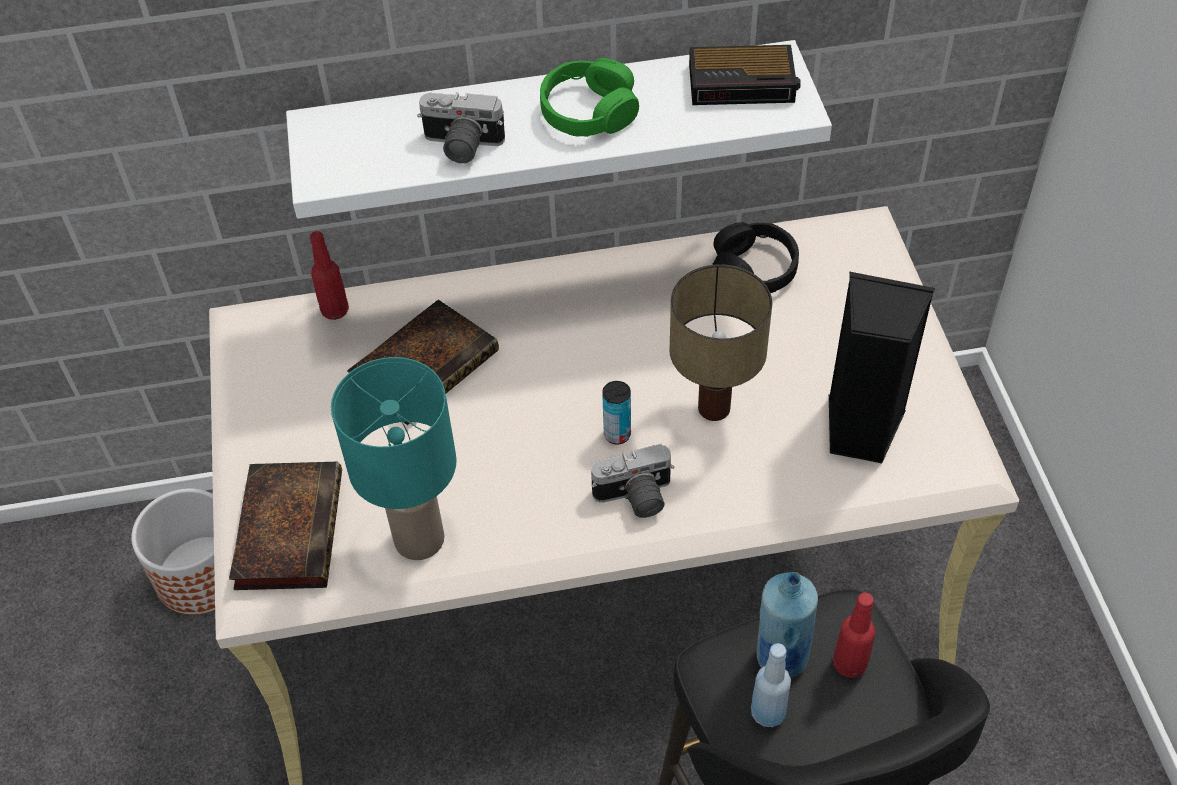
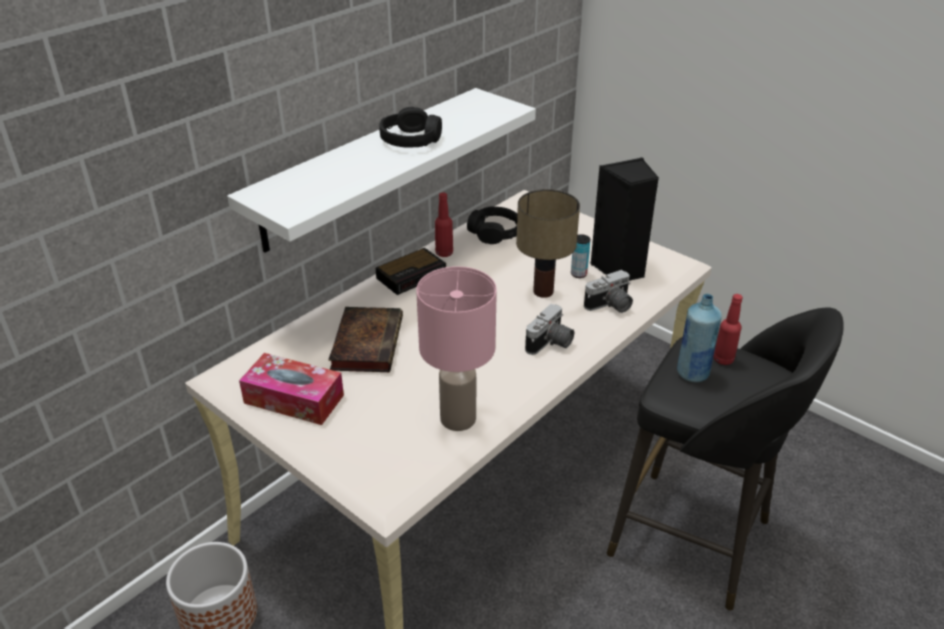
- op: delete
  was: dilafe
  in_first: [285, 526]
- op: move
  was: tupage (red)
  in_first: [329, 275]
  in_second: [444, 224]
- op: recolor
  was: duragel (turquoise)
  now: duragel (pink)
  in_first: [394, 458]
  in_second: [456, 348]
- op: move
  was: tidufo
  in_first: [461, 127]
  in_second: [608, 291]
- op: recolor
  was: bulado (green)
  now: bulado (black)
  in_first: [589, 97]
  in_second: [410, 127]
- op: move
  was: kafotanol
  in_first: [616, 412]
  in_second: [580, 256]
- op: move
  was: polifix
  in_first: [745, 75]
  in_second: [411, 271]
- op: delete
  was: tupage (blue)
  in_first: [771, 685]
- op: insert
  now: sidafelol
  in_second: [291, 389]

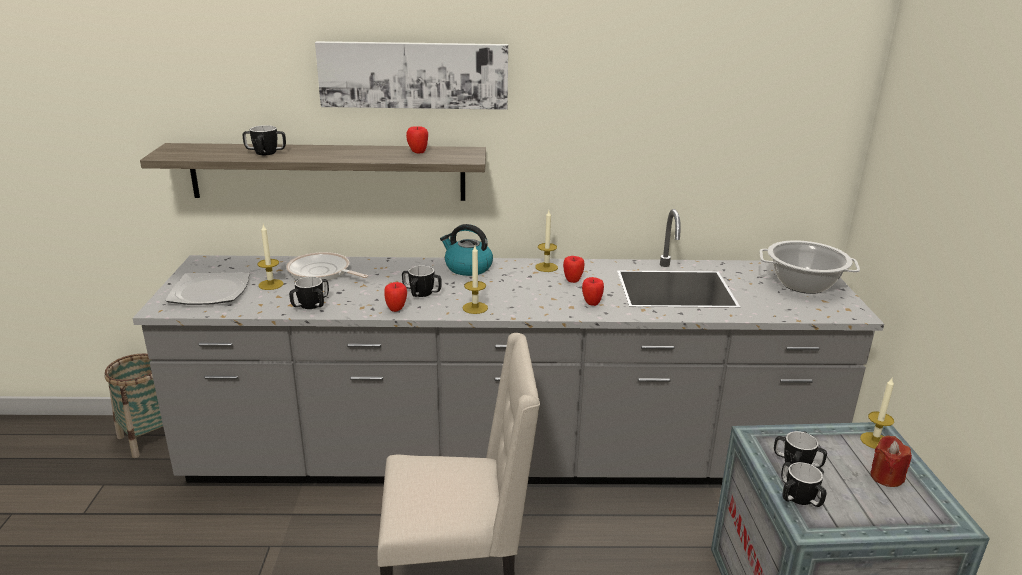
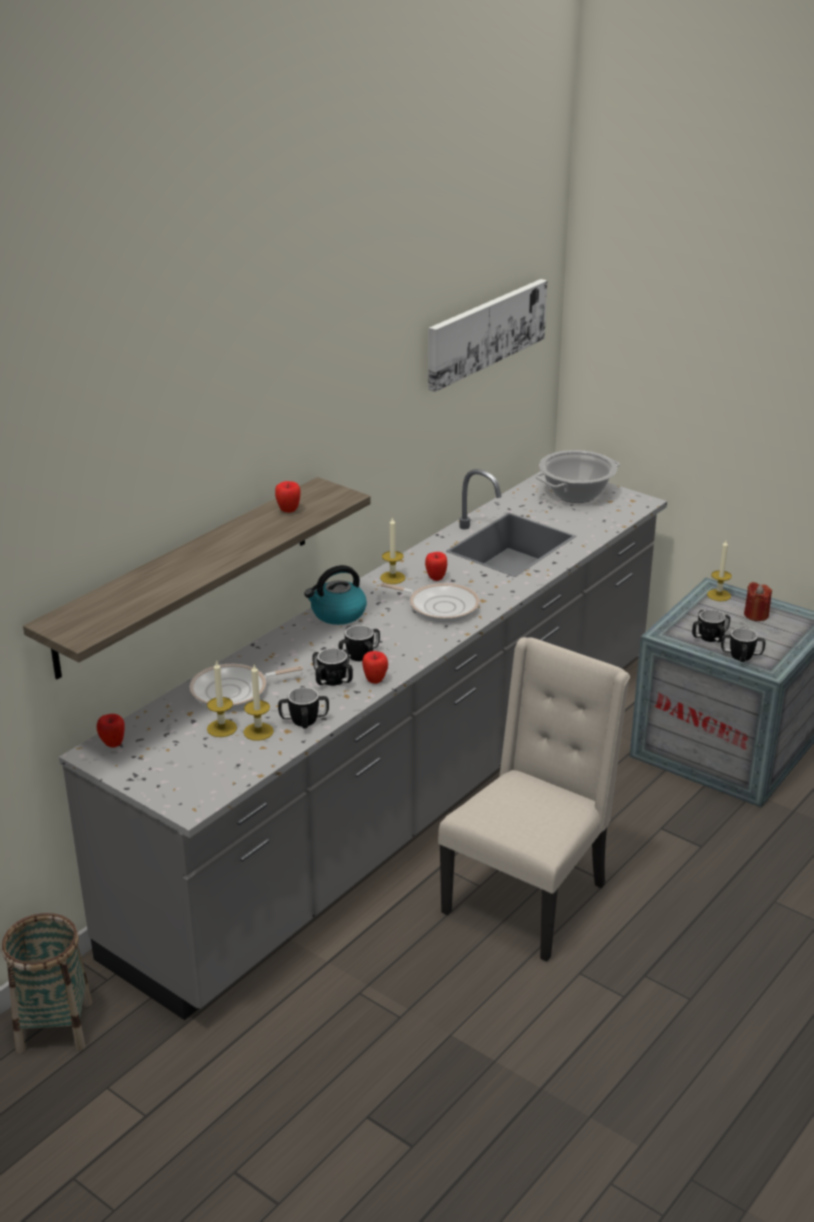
- op: delete
  was: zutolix
  in_first: [208, 288]
- op: move
  was: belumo
  in_first: [264, 140]
  in_second: [332, 667]
- op: move
  was: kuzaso
  in_first: [411, 75]
  in_second: [487, 335]
- op: move
  was: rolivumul
  in_first: [475, 280]
  in_second: [258, 703]
- op: move
  was: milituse
  in_first: [593, 291]
  in_second: [111, 731]
- op: insert
  now: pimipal
  in_second: [429, 602]

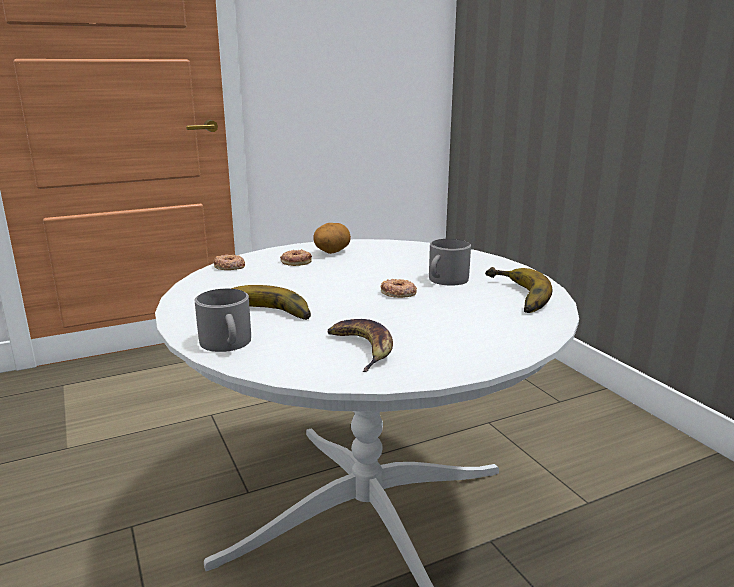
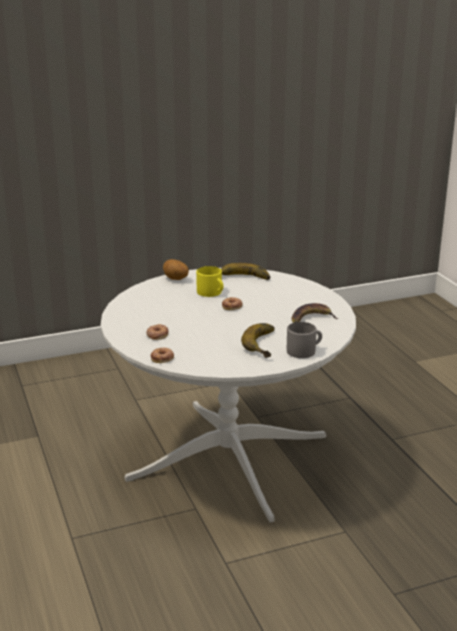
- op: move
  was: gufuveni
  in_first: [332, 238]
  in_second: [176, 269]
- op: recolor
  was: belumo (grey)
  now: belumo (yellow)
  in_first: [450, 262]
  in_second: [210, 281]

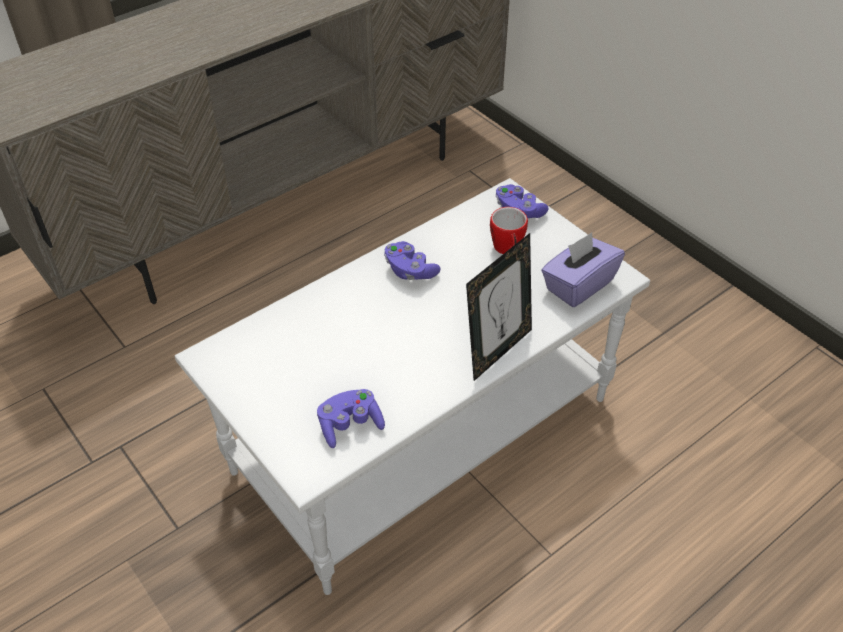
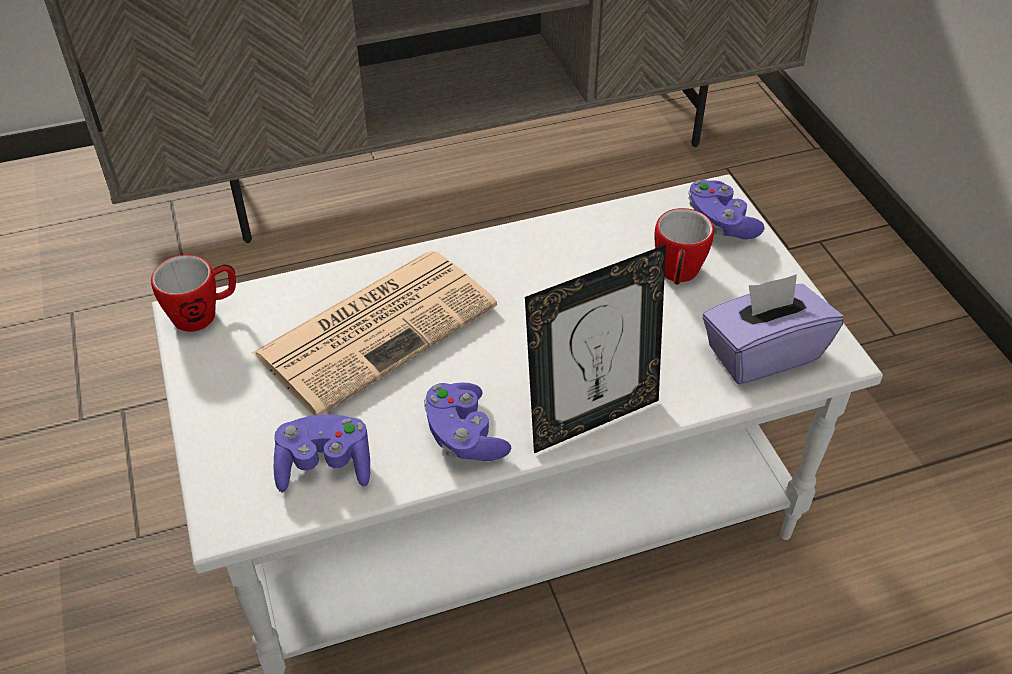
- op: move
  was: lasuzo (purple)
  in_first: [412, 260]
  in_second: [467, 422]
- op: insert
  now: belumo
  in_second: [193, 293]
- op: insert
  now: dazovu
  in_second: [374, 333]

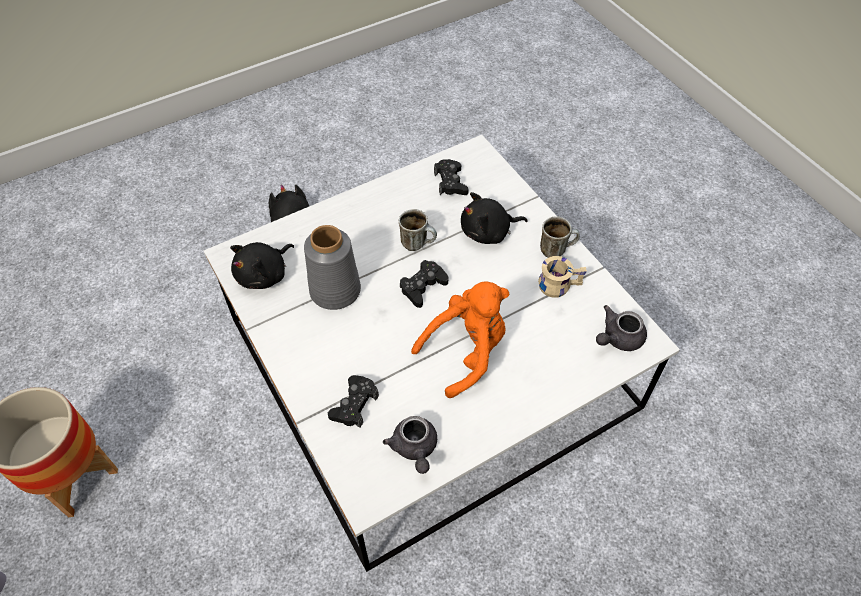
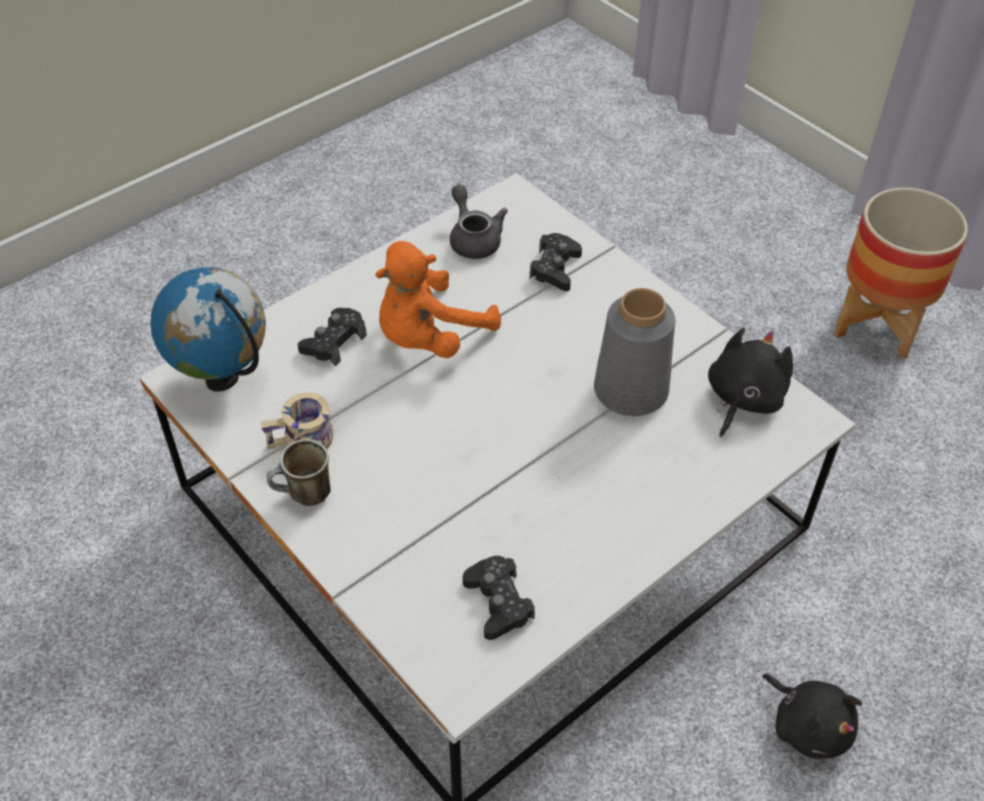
- op: delete
  was: belumo
  in_first: [418, 230]
- op: move
  was: lasuzo (black)
  in_first: [424, 284]
  in_second: [332, 337]
- op: delete
  was: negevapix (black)
  in_first: [494, 218]
- op: replace
  was: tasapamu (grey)
  now: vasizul
  in_first: [621, 328]
  in_second: [208, 329]

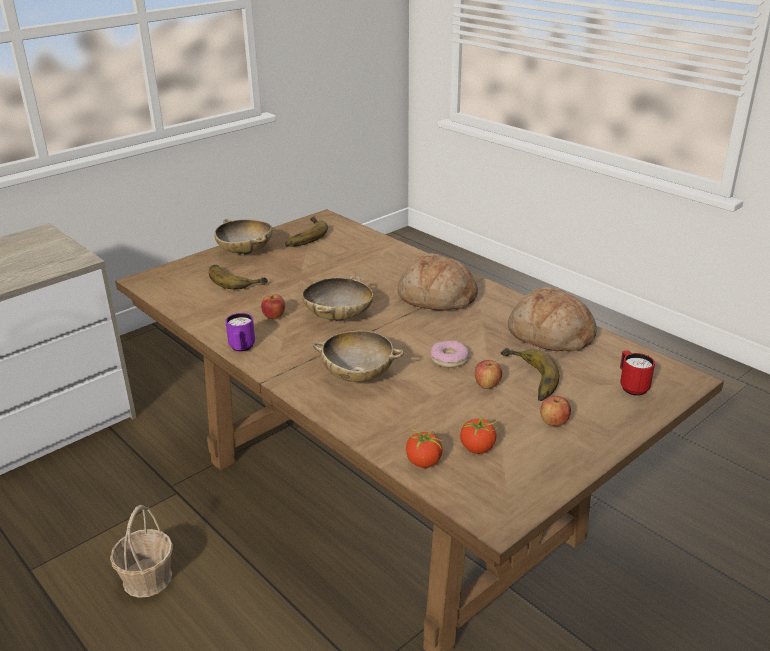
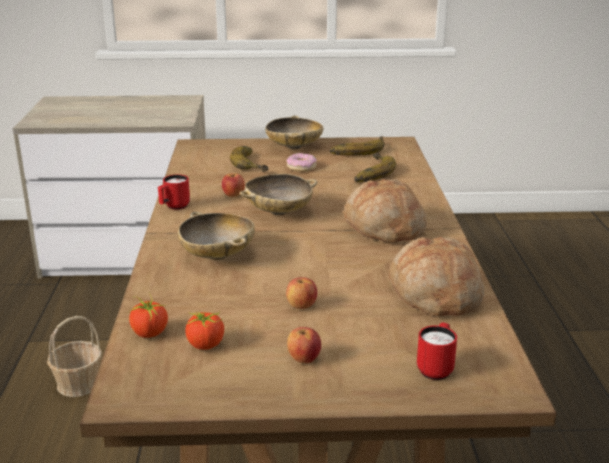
- op: recolor
  was: belumo (purple)
  now: belumo (red)
  in_first: [240, 332]
  in_second: [174, 192]
- op: move
  was: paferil
  in_first: [450, 354]
  in_second: [301, 162]
- op: move
  was: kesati
  in_first: [530, 374]
  in_second: [375, 167]

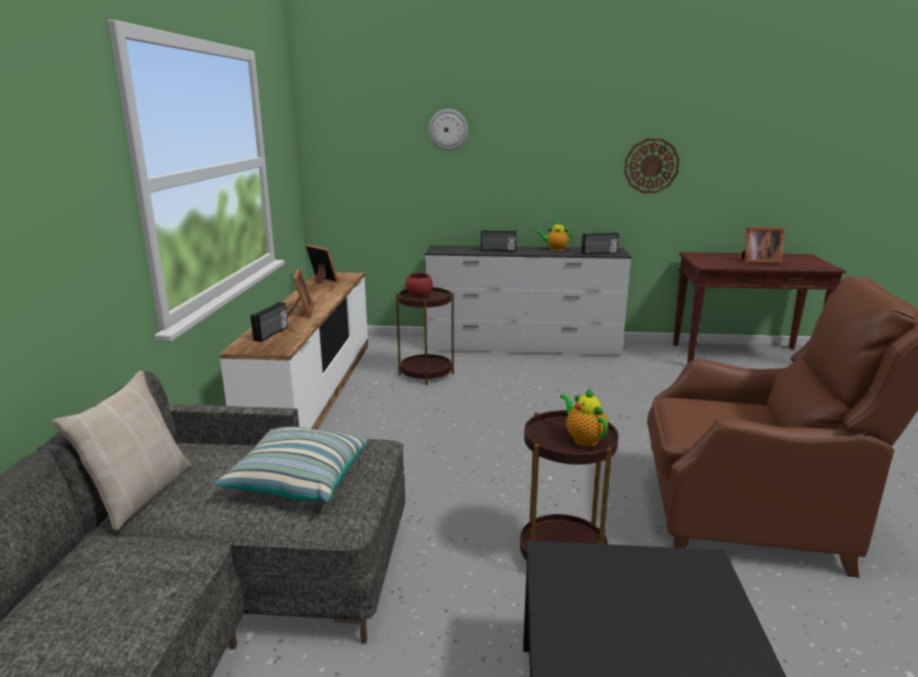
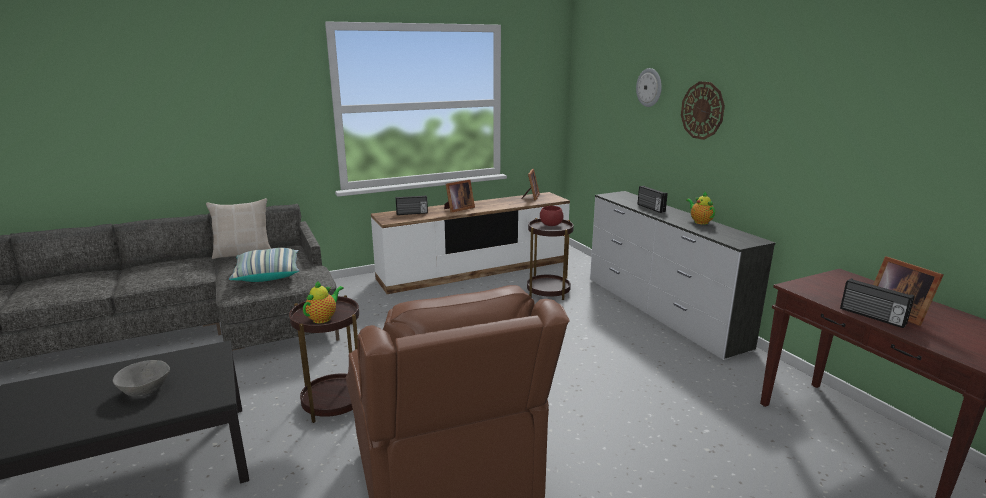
- op: move
  was: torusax
  in_first: [600, 244]
  in_second: [877, 303]
- op: move
  was: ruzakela
  in_first: [652, 165]
  in_second: [703, 110]
- op: insert
  now: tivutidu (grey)
  in_second: [141, 378]

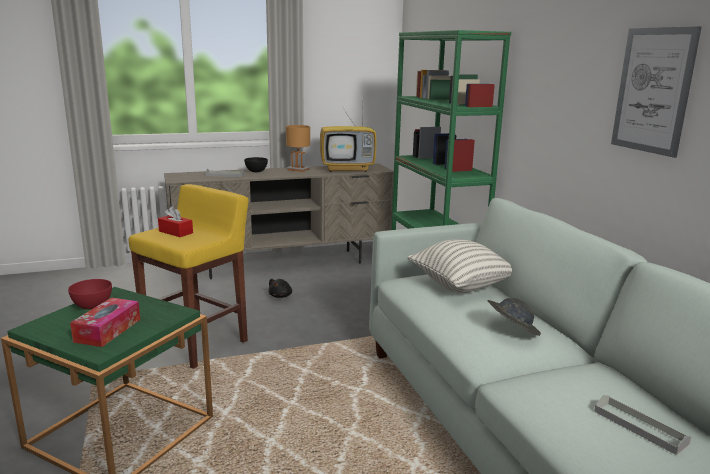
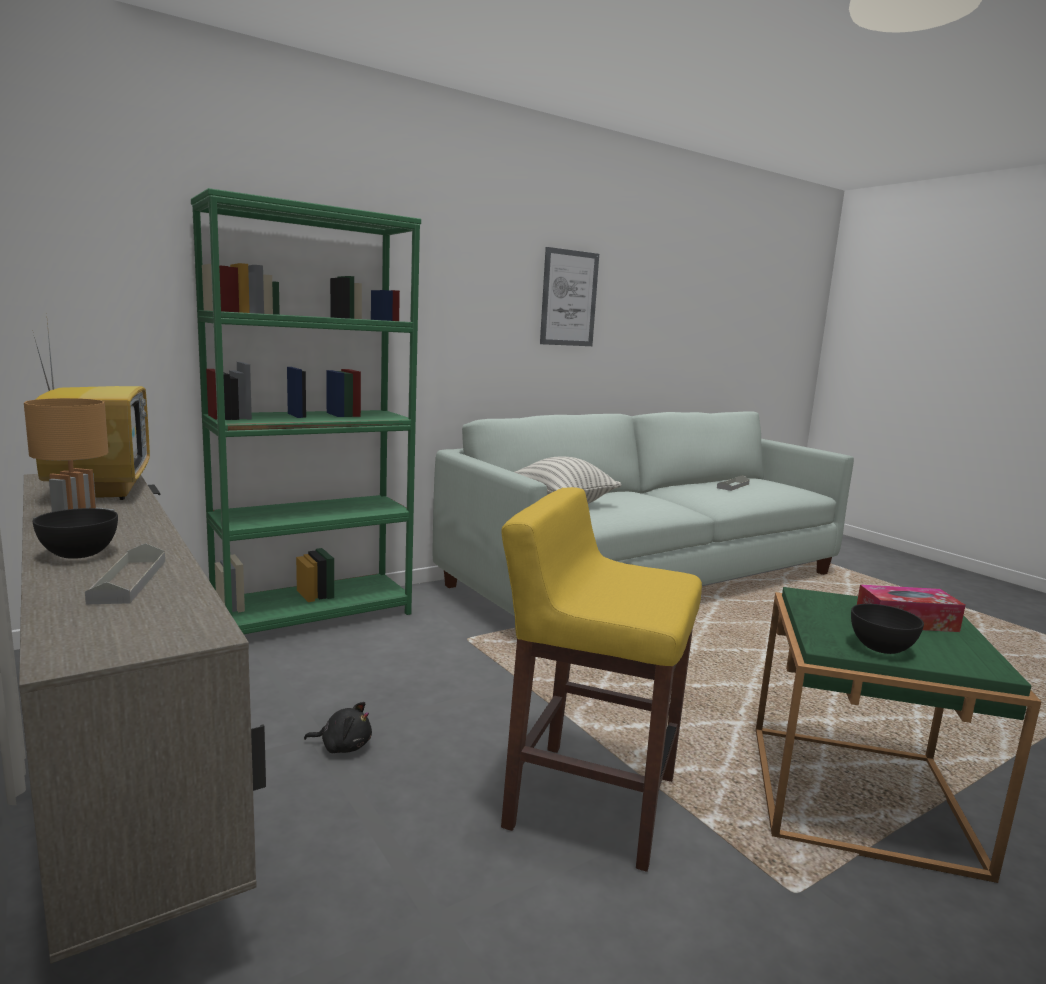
- op: recolor
  was: tivutidu (red)
  now: tivutidu (black)
  in_first: [90, 294]
  in_second: [887, 629]
- op: delete
  was: sidafelol (red)
  in_first: [175, 221]
- op: delete
  was: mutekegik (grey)
  in_first: [514, 317]

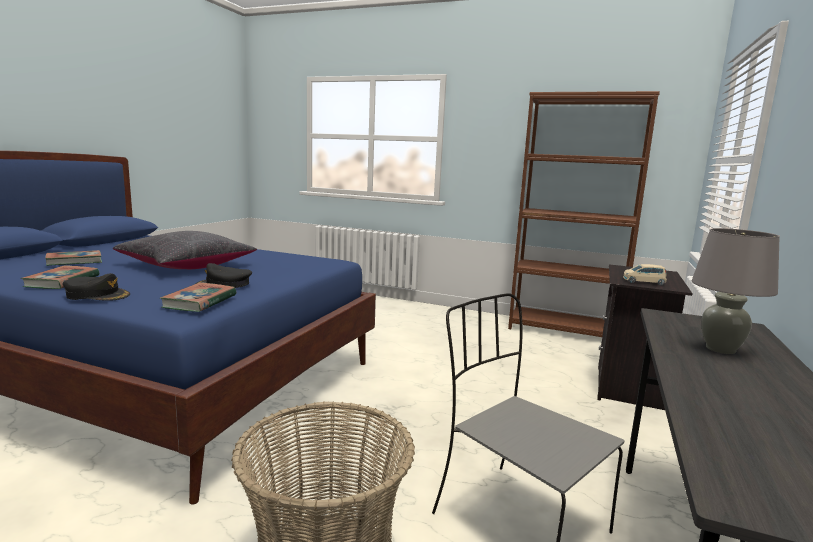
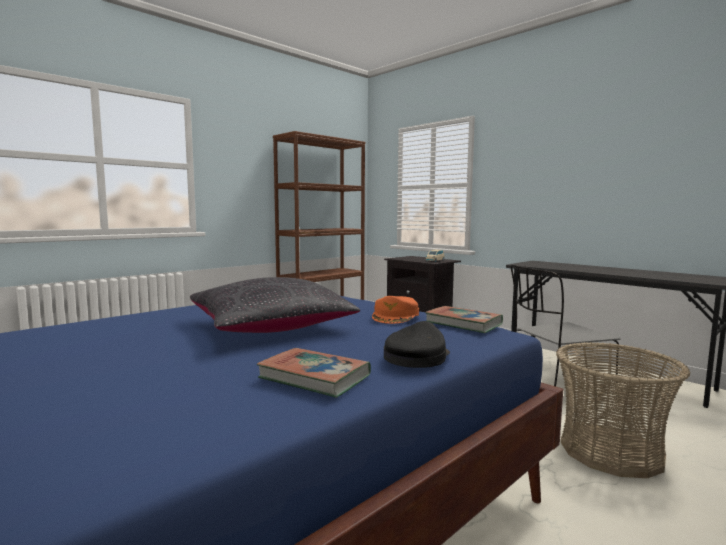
- op: delete
  was: dilafe
  in_first: [73, 258]
- op: recolor
  was: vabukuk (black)
  now: vabukuk (orange)
  in_first: [224, 275]
  in_second: [395, 310]
- op: delete
  was: duragel (grey)
  in_first: [736, 291]

